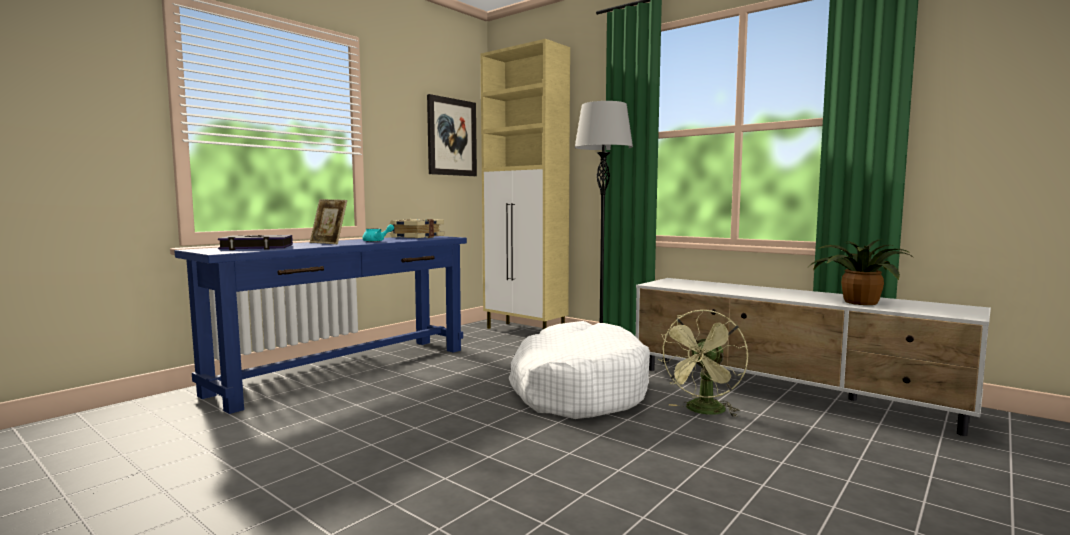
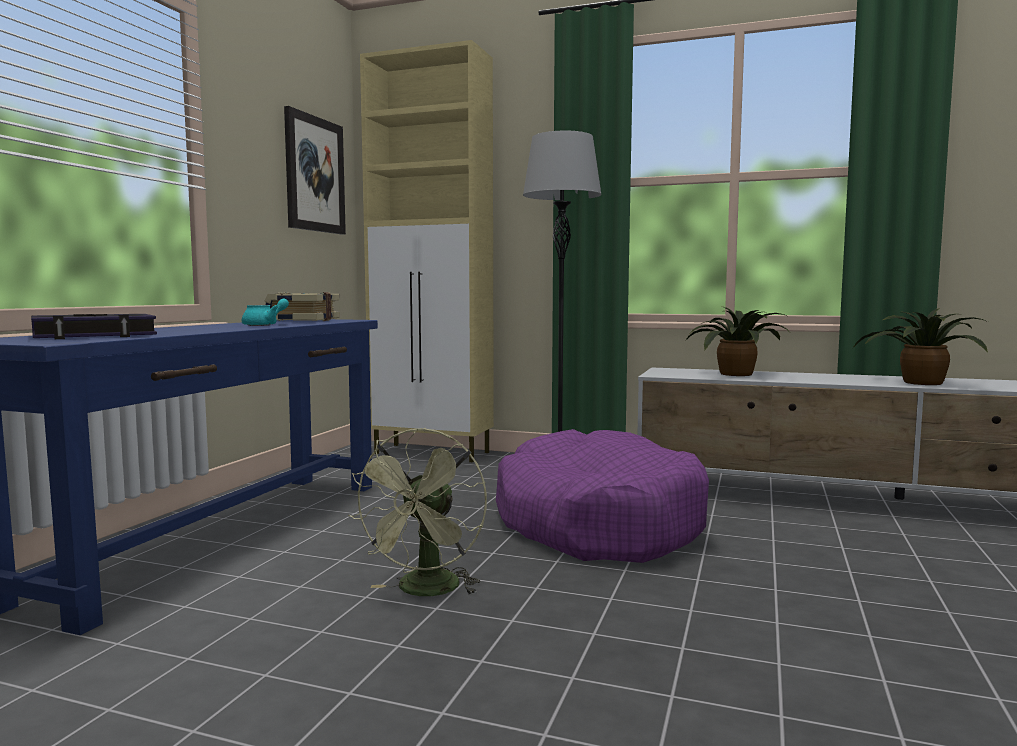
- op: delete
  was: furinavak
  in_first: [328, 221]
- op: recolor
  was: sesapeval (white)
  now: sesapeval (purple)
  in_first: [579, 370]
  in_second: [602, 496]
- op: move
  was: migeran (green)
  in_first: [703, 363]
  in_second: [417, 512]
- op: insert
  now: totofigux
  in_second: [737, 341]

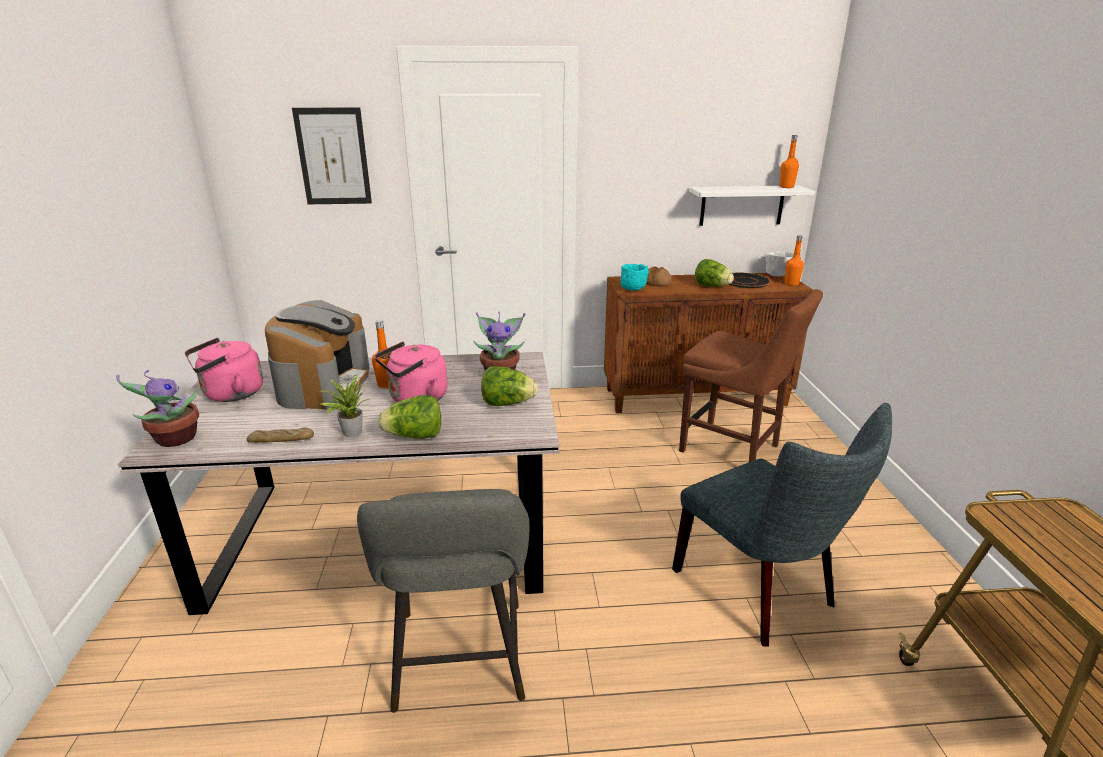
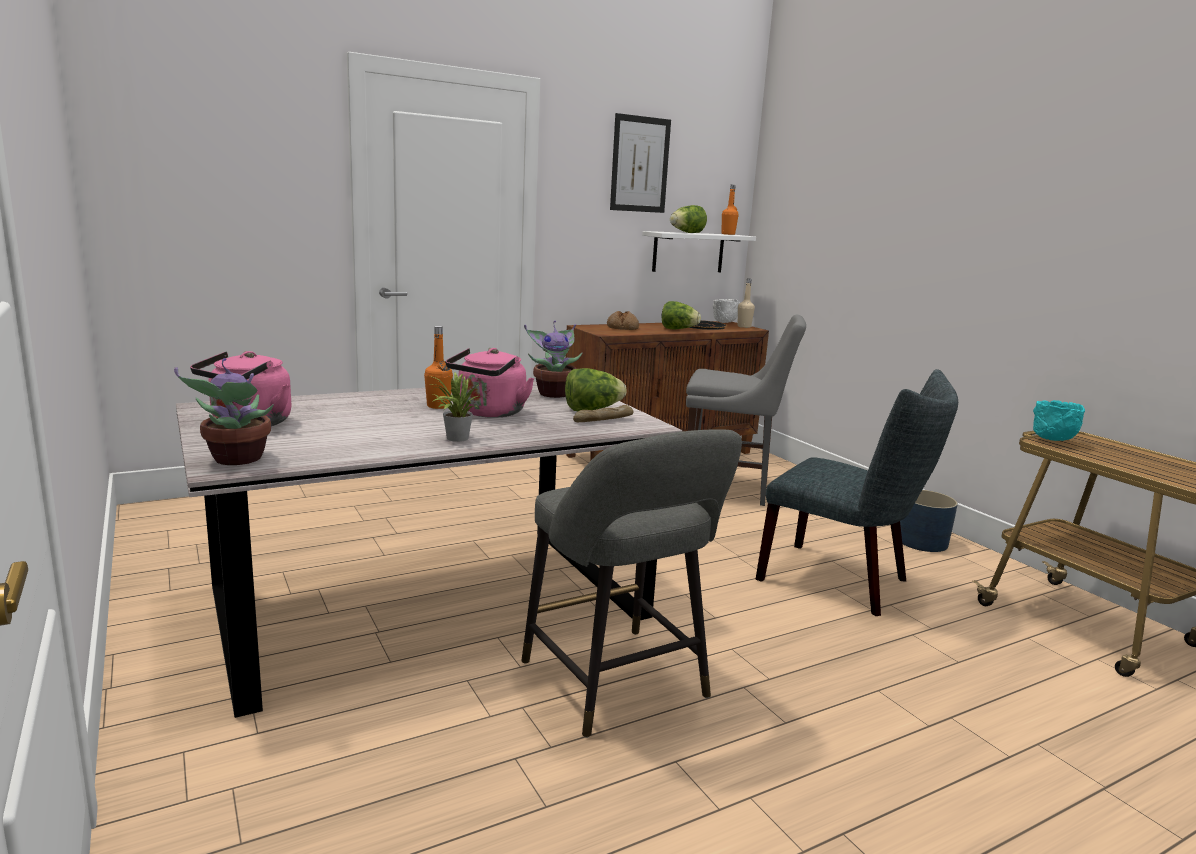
- op: move
  was: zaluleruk
  in_first: [280, 435]
  in_second: [603, 413]
- op: delete
  was: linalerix
  in_first: [317, 355]
- op: move
  was: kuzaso
  in_first: [332, 155]
  in_second: [640, 163]
- op: move
  was: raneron
  in_first: [409, 417]
  in_second: [688, 219]
- op: move
  was: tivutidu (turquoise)
  in_first: [634, 277]
  in_second: [1059, 420]
- op: recolor
  was: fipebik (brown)
  now: fipebik (grey)
  in_first: [751, 375]
  in_second: [746, 410]
- op: recolor
  was: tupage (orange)
  now: tupage (beige)
  in_first: [794, 260]
  in_second: [746, 303]
- op: insert
  now: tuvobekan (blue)
  in_second: [929, 521]

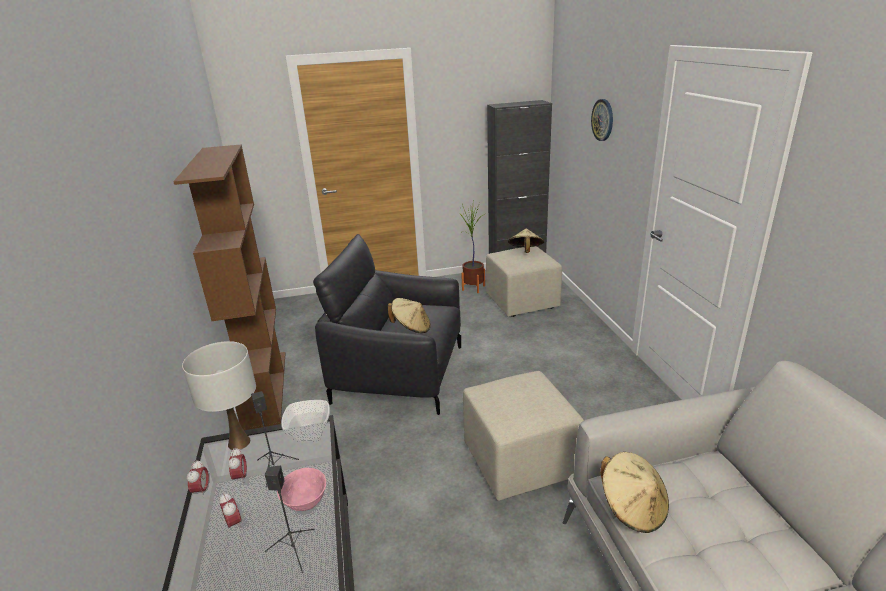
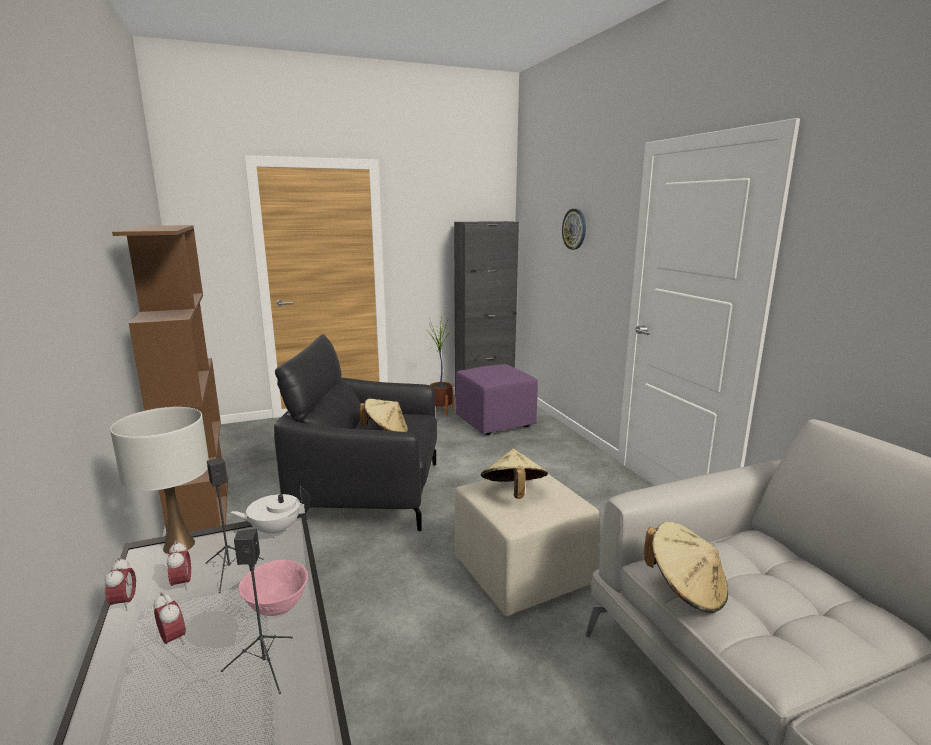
- op: replace
  was: tivutidu
  now: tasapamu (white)
  in_first: [305, 421]
  in_second: [270, 512]
- op: recolor
  was: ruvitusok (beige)
  now: ruvitusok (purple)
  in_first: [524, 281]
  in_second: [497, 399]
- op: move
  was: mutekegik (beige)
  in_first: [526, 240]
  in_second: [514, 474]

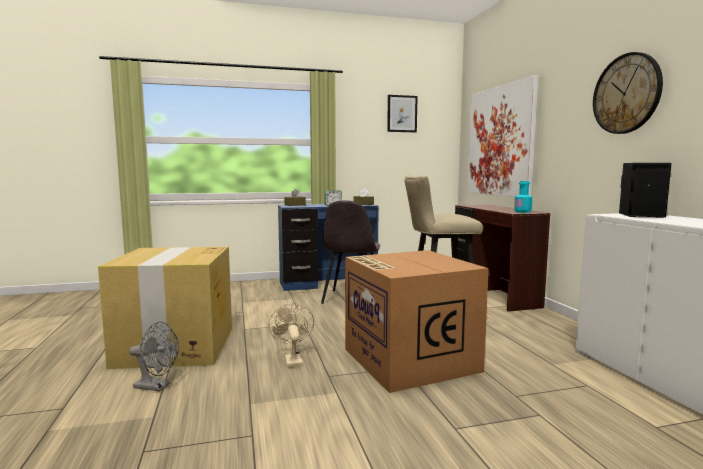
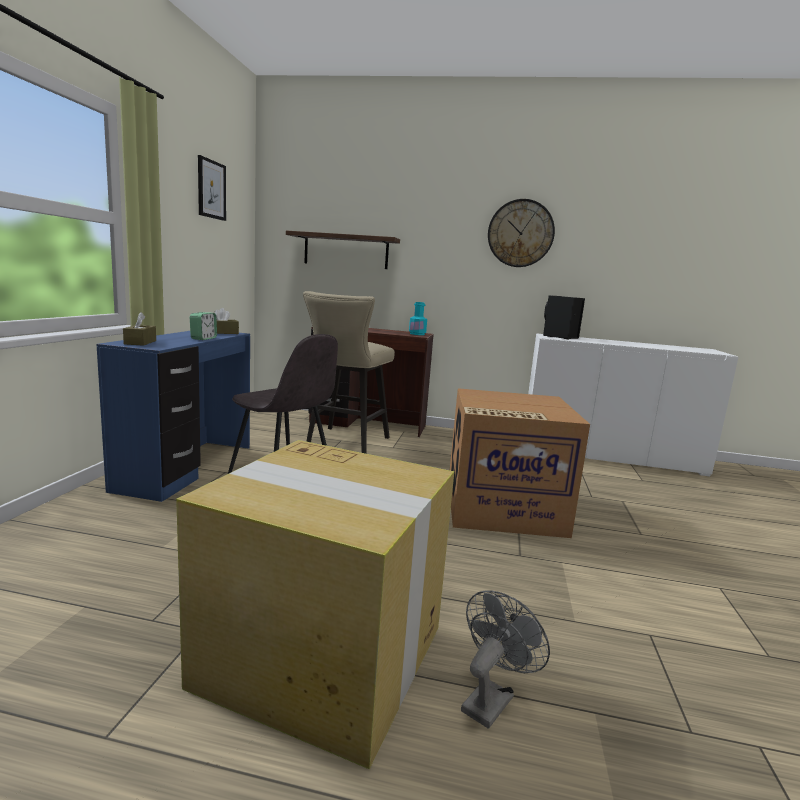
- op: delete
  was: migeran (beige)
  in_first: [291, 335]
- op: replace
  was: kuzaso
  now: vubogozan
  in_first: [503, 136]
  in_second: [343, 250]

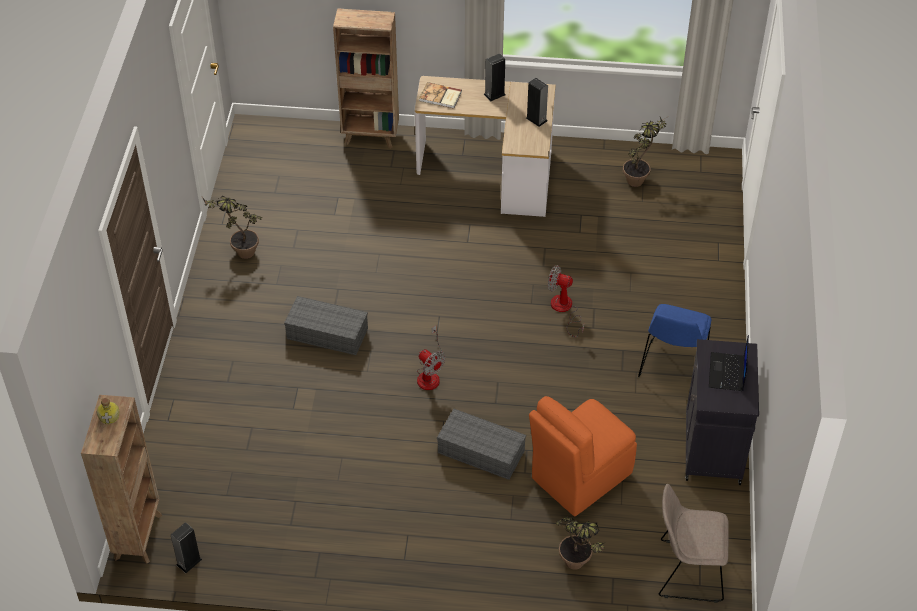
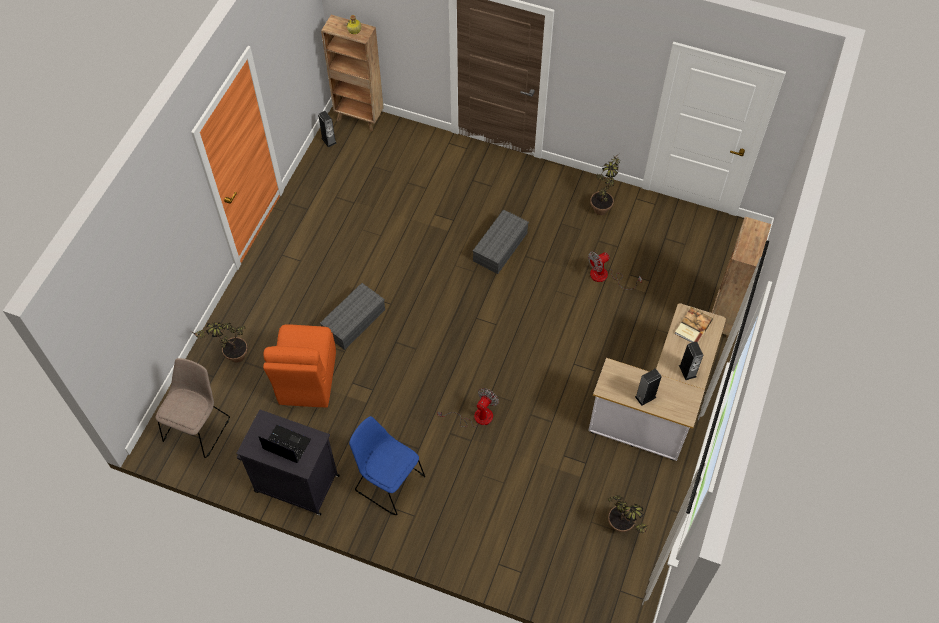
- op: move
  was: migeran
  in_first: [431, 357]
  in_second: [615, 270]
- op: rotate
  was: fipebik (orange)
  in_first: [583, 456]
  in_second: [299, 365]
  clockwise: -150

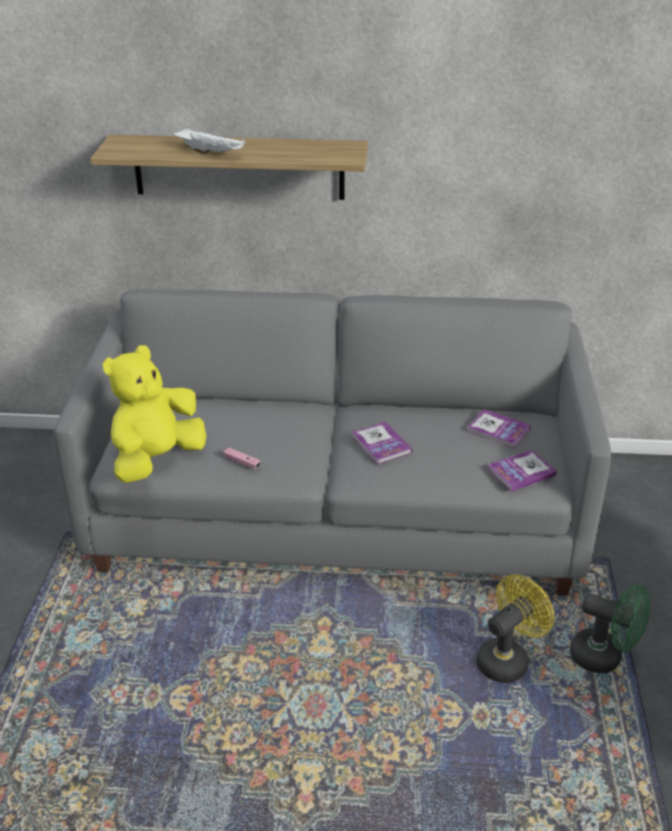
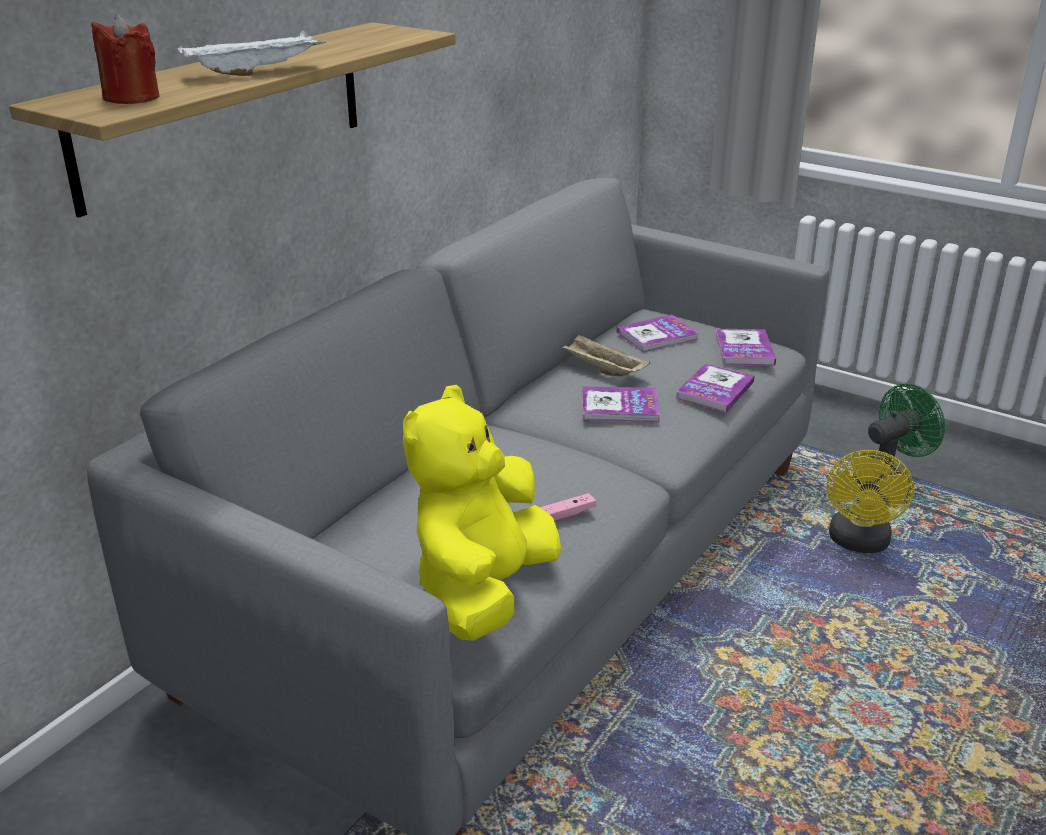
- op: rotate
  was: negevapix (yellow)
  in_first: [154, 414]
  in_second: [482, 513]
  clockwise: 45
- op: rotate
  was: migeran (yellow)
  in_first: [515, 628]
  in_second: [870, 501]
  clockwise: -150
- op: insert
  now: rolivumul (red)
  in_second: [125, 59]
- op: insert
  now: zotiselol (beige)
  in_second: [606, 355]
- op: insert
  now: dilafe
  in_second: [715, 387]

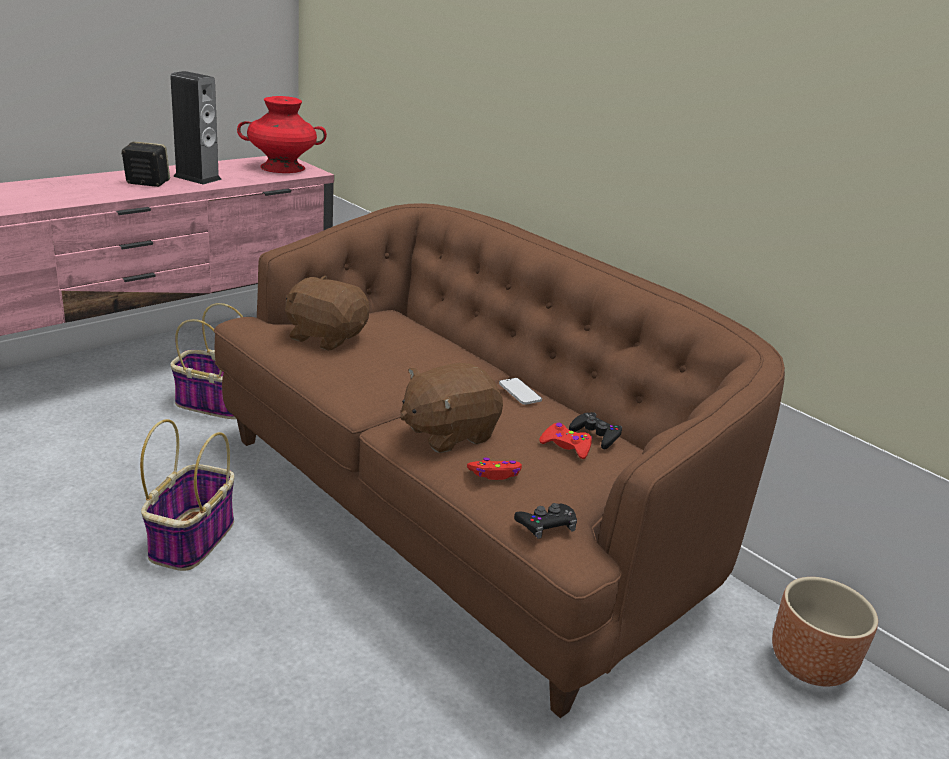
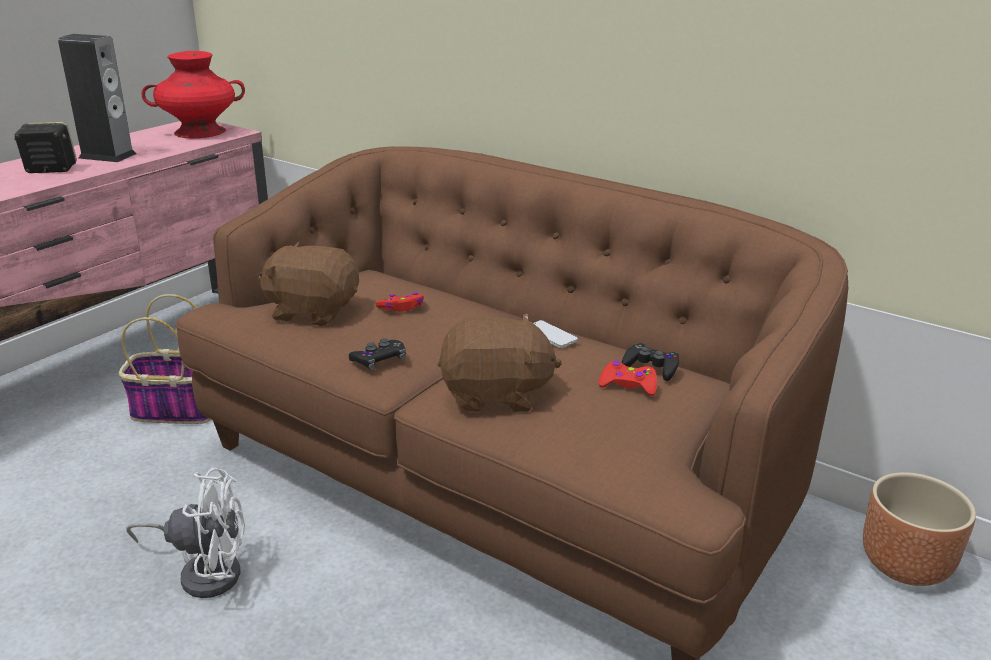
- op: replace
  was: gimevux
  now: migeran (white)
  in_first: [187, 495]
  in_second: [185, 533]
- op: rotate
  was: negevapix (brown)
  in_first: [451, 408]
  in_second: [500, 362]
  clockwise: -135
- op: move
  was: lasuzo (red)
  in_first: [494, 469]
  in_second: [400, 302]
- op: move
  was: lasuzo (black)
  in_first: [545, 521]
  in_second: [377, 354]

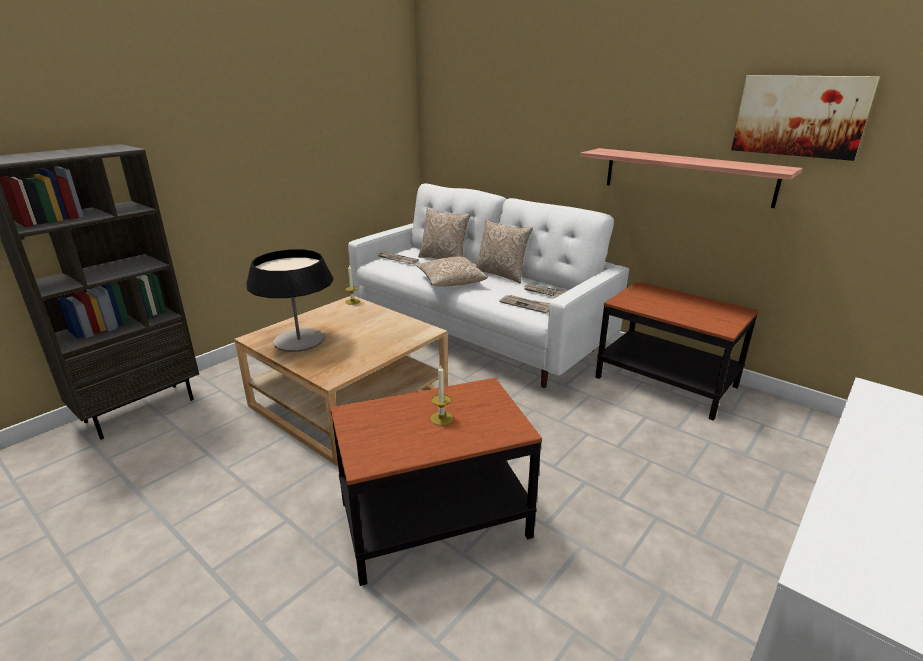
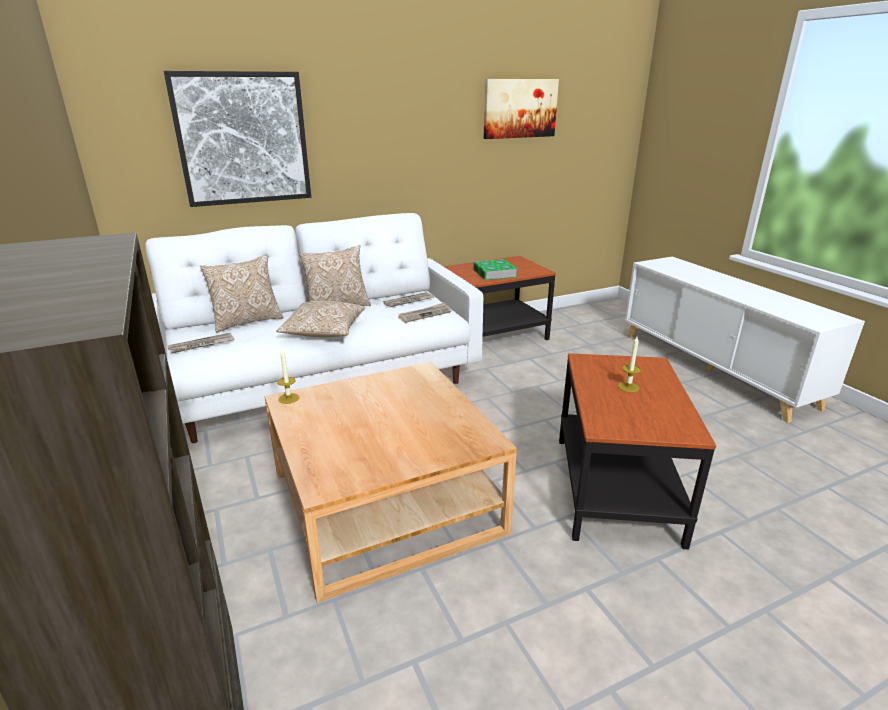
- op: delete
  was: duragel
  in_first: [290, 300]
- op: delete
  was: vubogozan
  in_first: [691, 178]
- op: insert
  now: kuzaso
  in_second: [237, 139]
- op: insert
  now: dilafe
  in_second: [495, 269]

